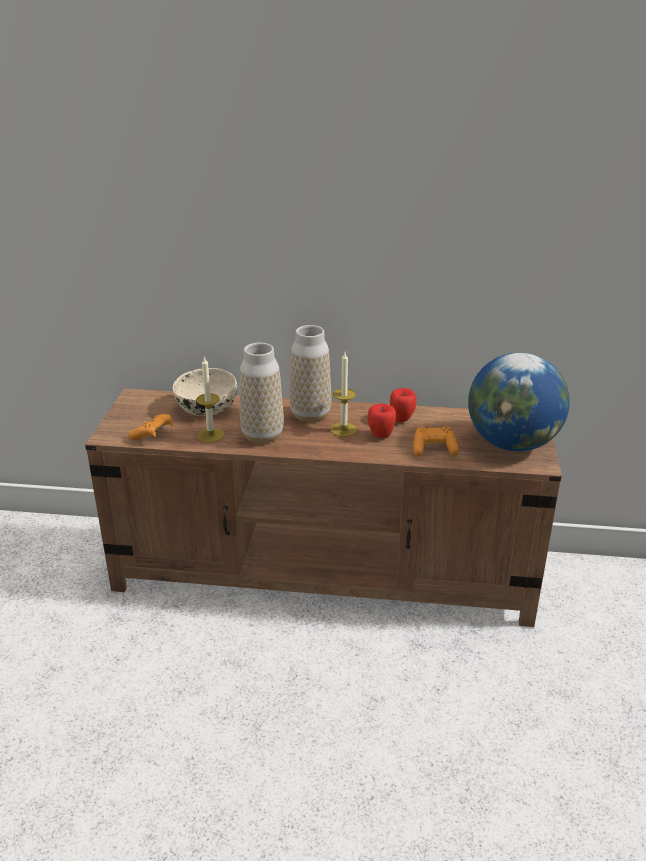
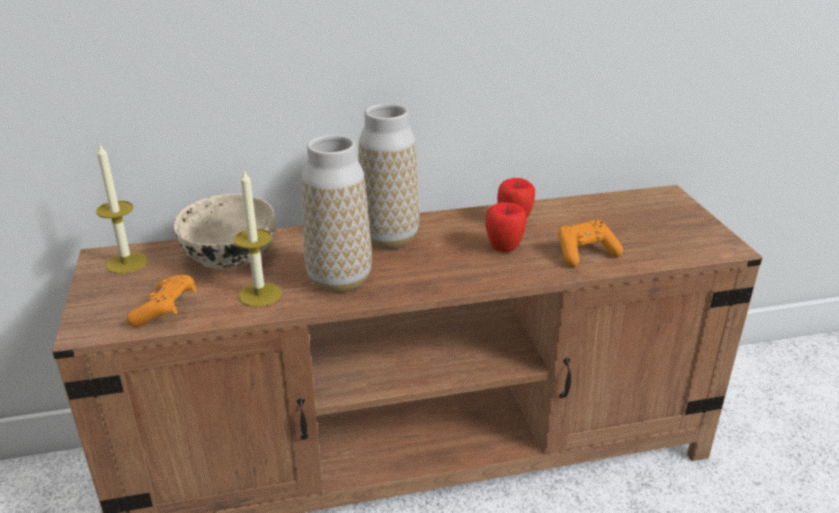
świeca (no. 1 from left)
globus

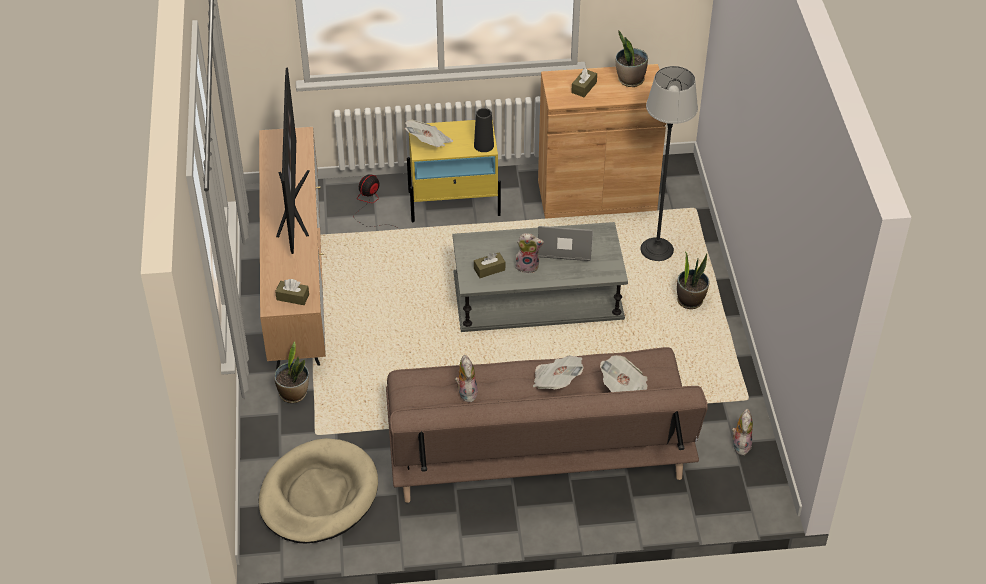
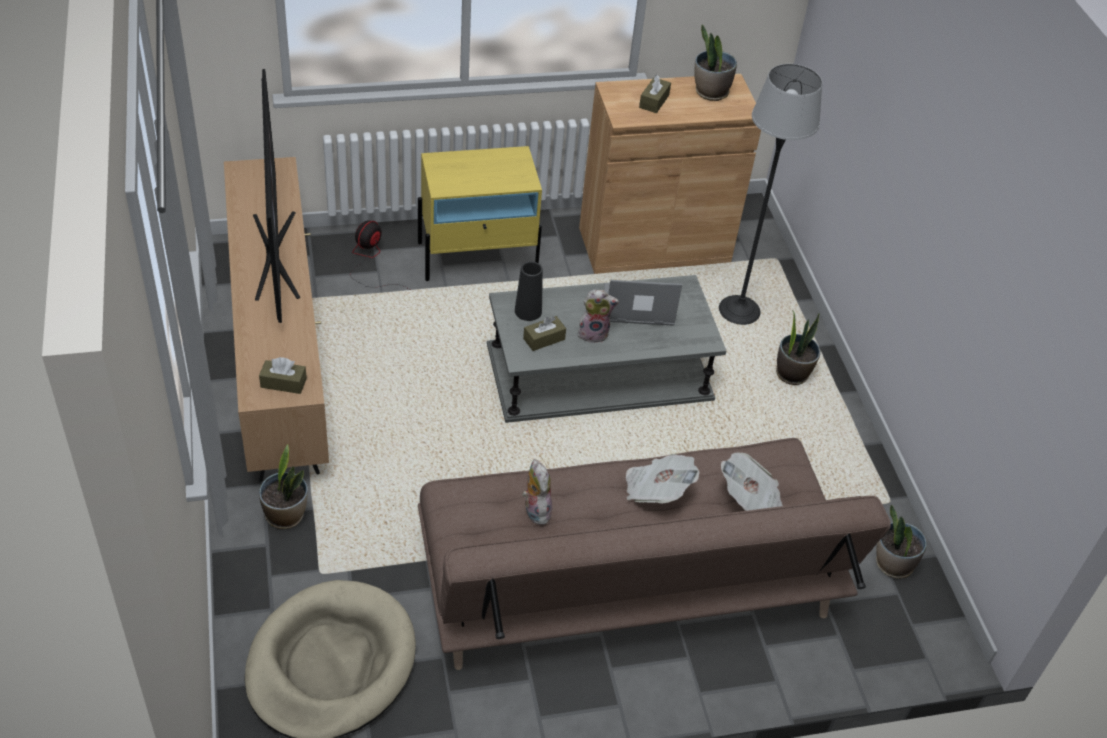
gazeta (no. 1 from left in the first image)
wazon [czarny]
roślina doniczkowa (no. 4 from left)

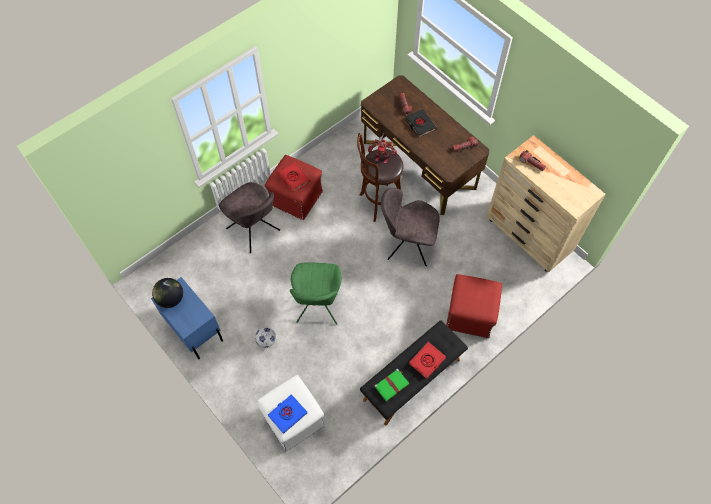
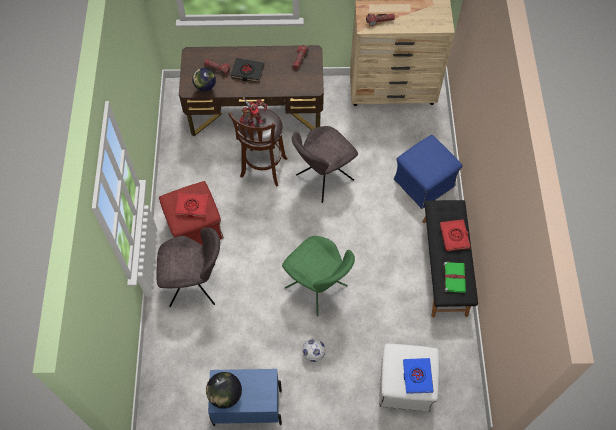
pufa [niebieski]
globus (no. 1 from left)

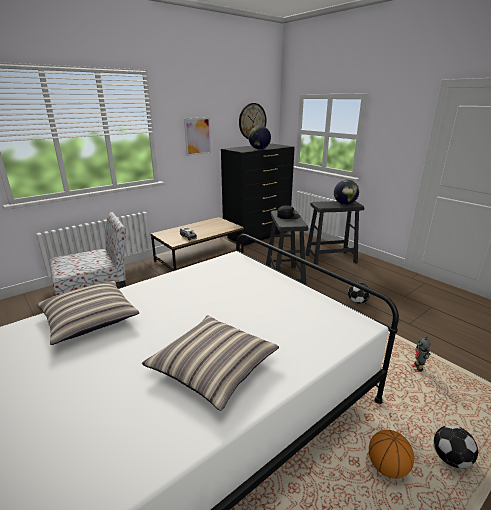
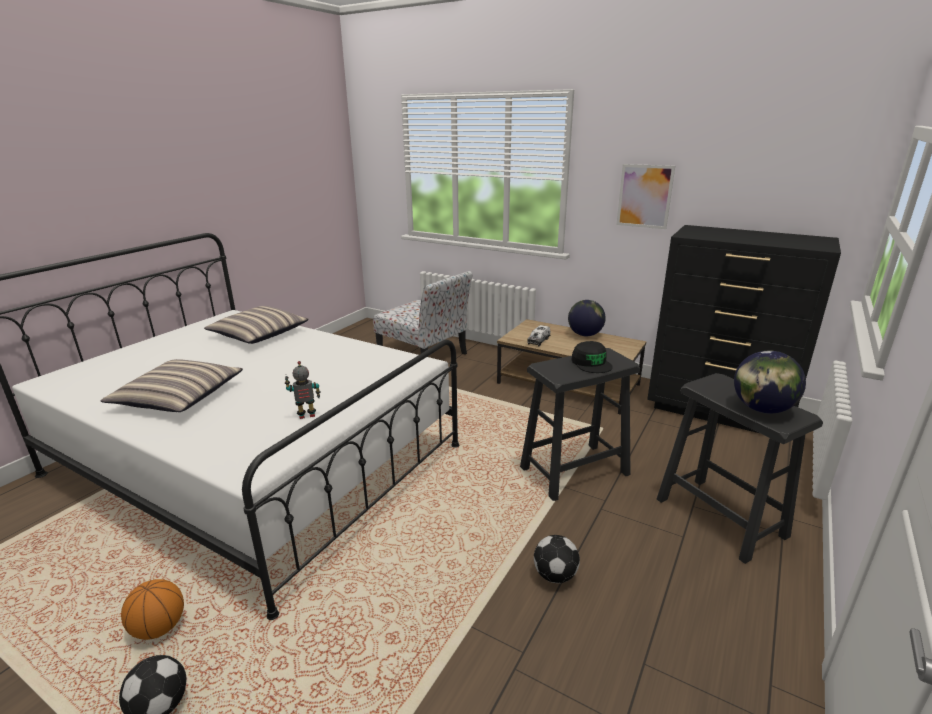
zegar ścienny
globus (no. 1 from left)
robot zabawkowy

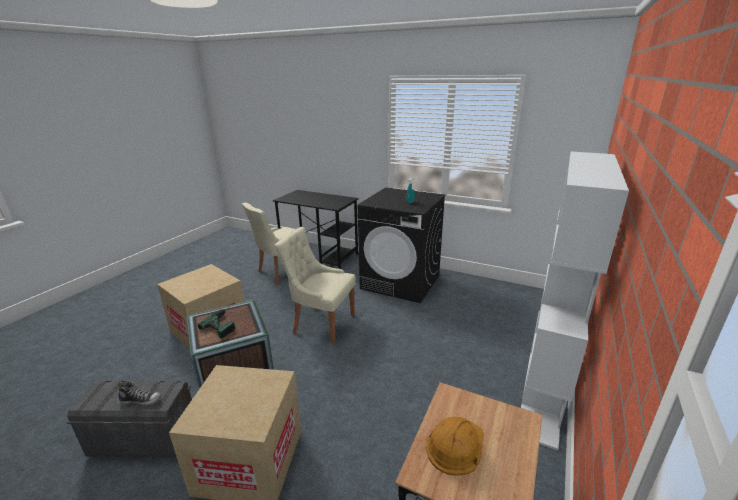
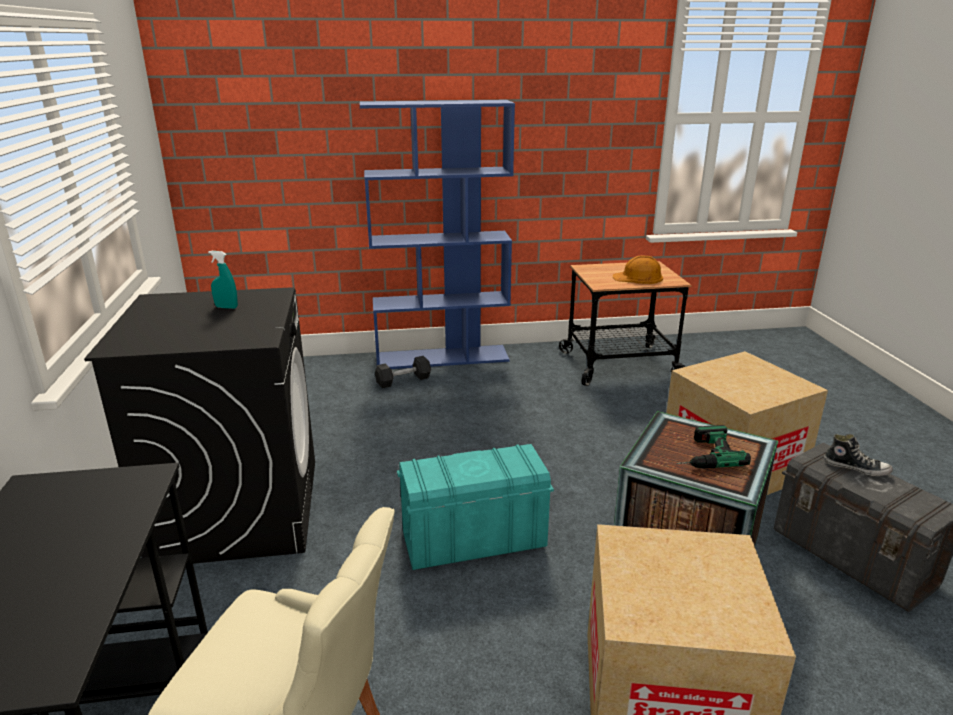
but
pojemnik do przechowywania [turkusowy]
regał [niebieski]
hantel [szary]

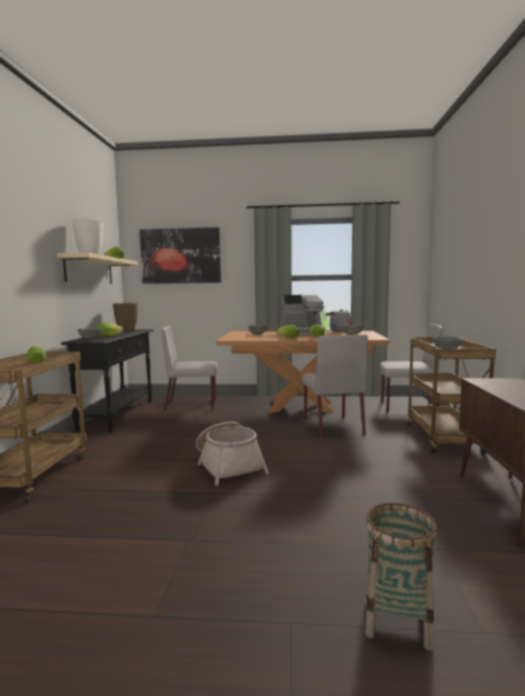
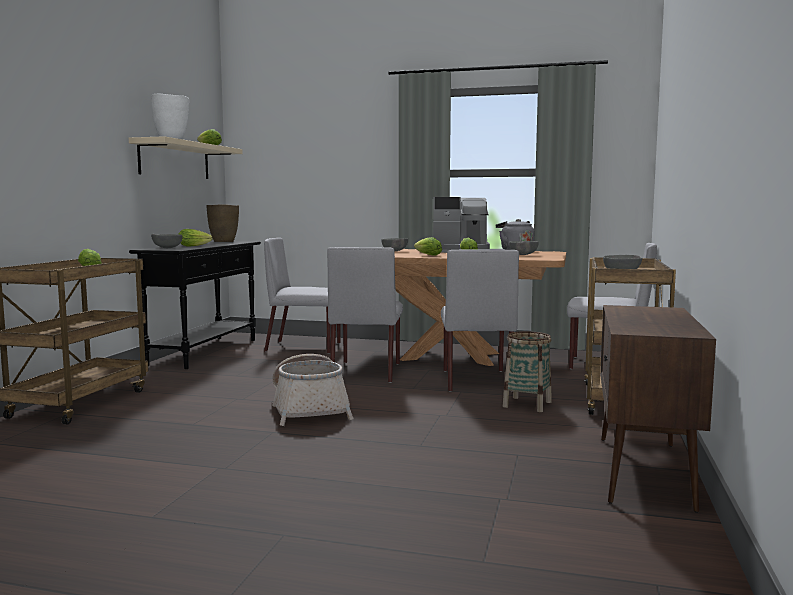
obraz
koszyk (no. 2 from left)
krzesło [szary] (no. 2 from left)

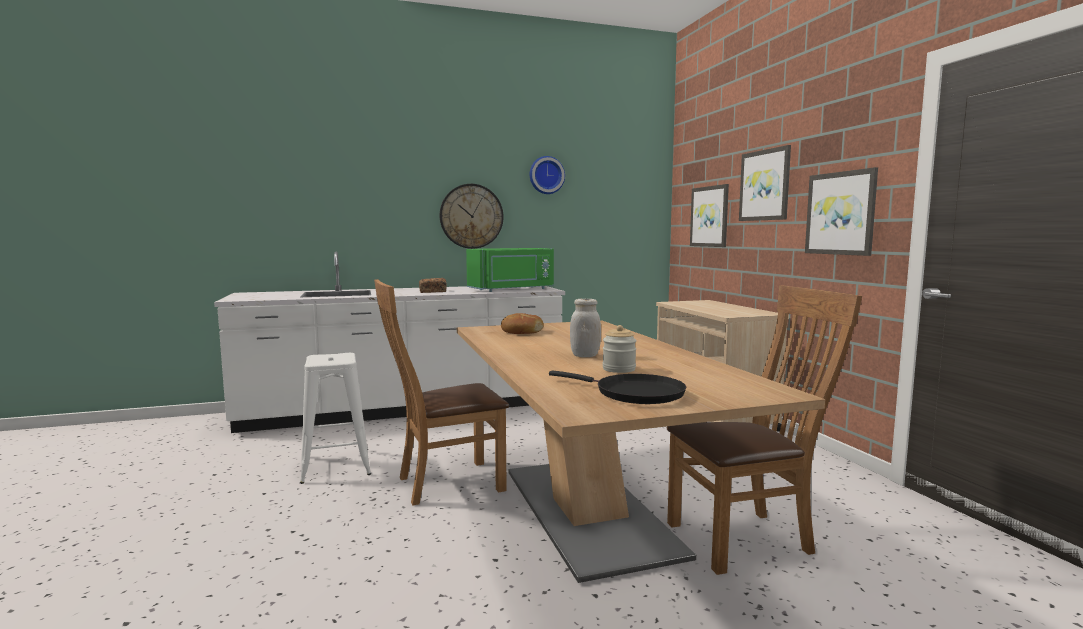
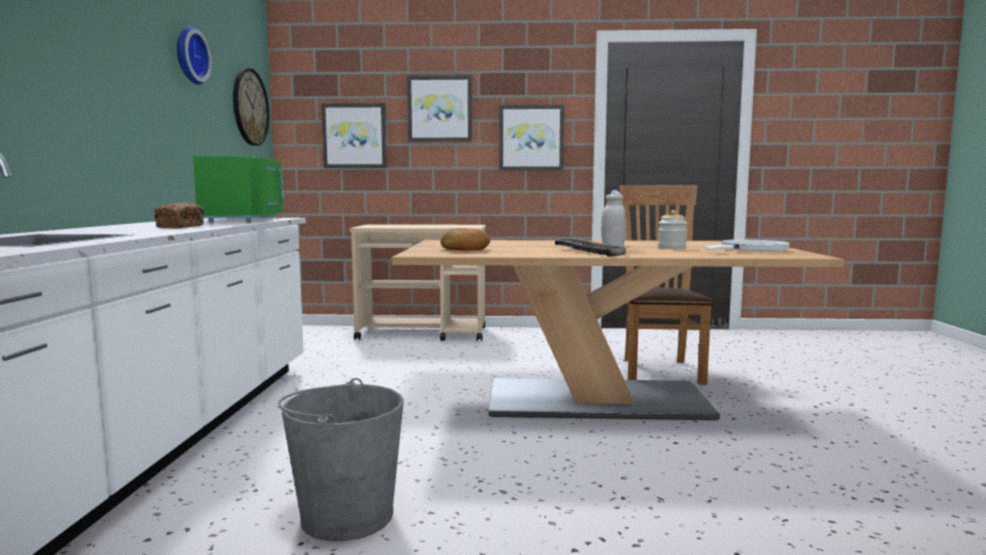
wiadro [szary]
krzesło [brązowy] (no. 1 from left in the first image)
zegar ścienny (no. 2 from left)
patelnia [biały]
taca

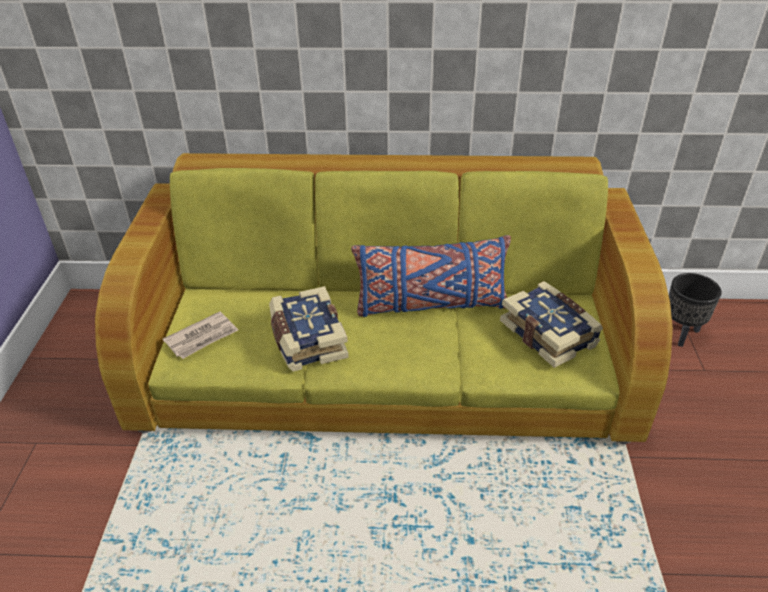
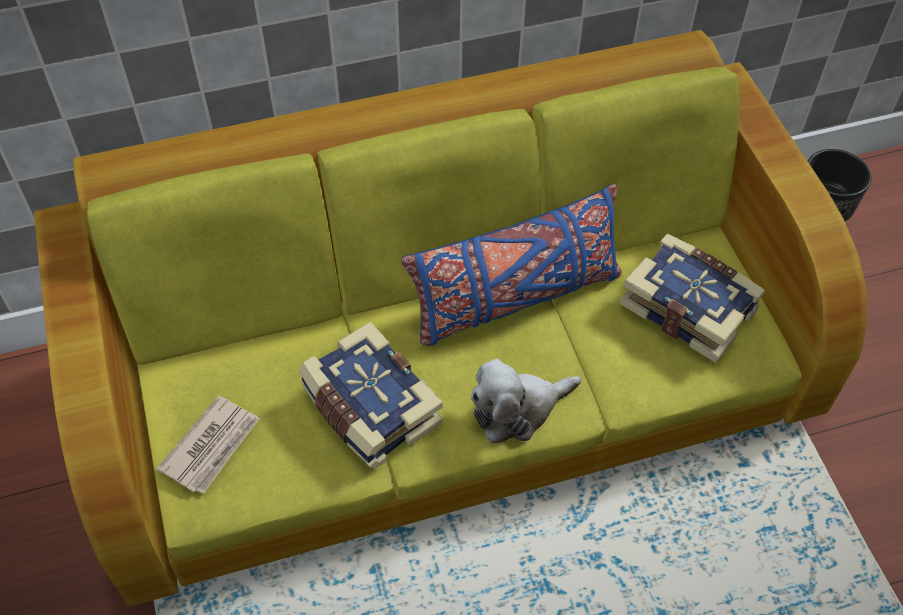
pluszak

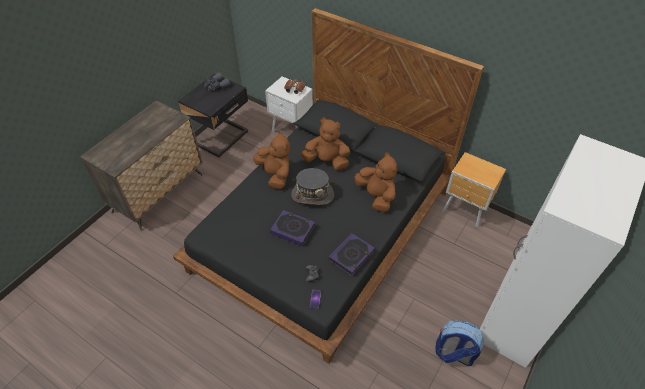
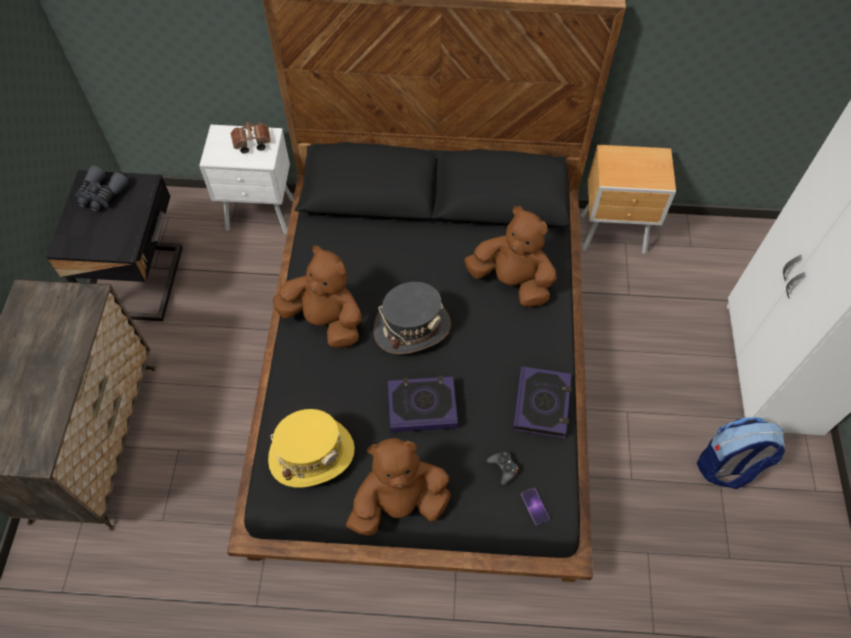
pluszak [brązowy] (no. 2 from left)
kapelusz [żółty]

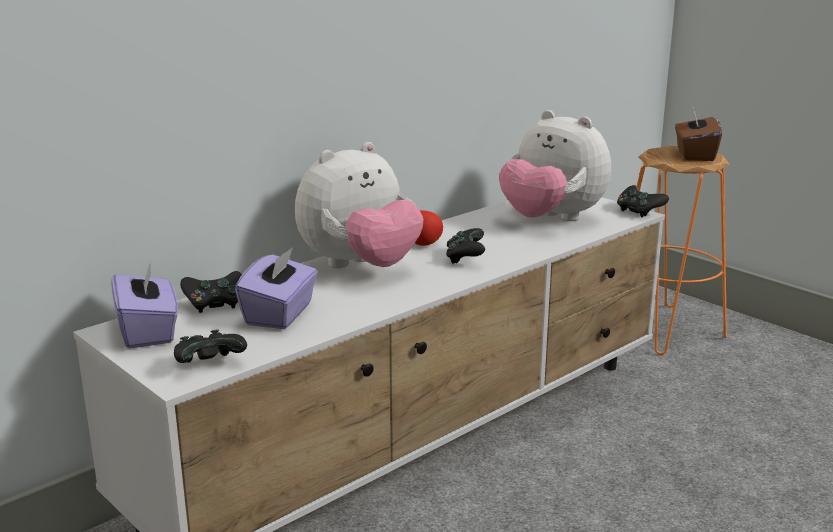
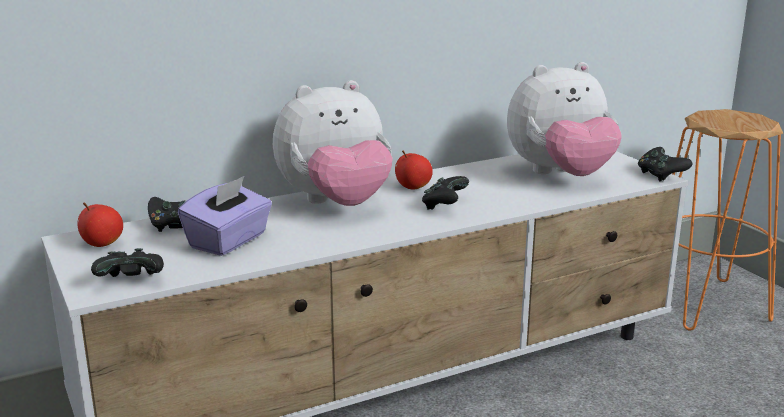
jabłko (no. 1 from left)
pluszak (no. 2 from left)
pudełko chusteczek [brązowy]

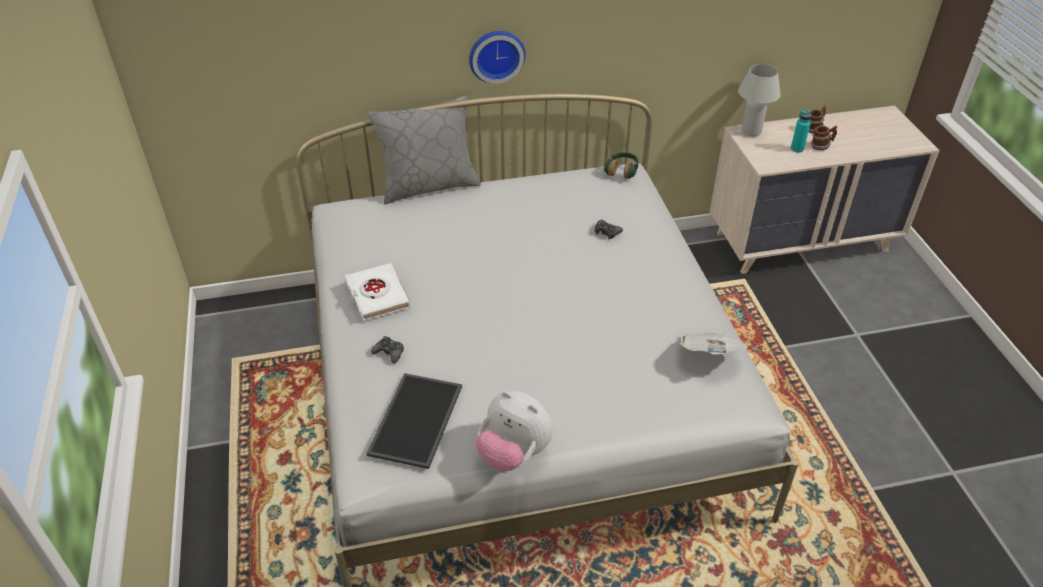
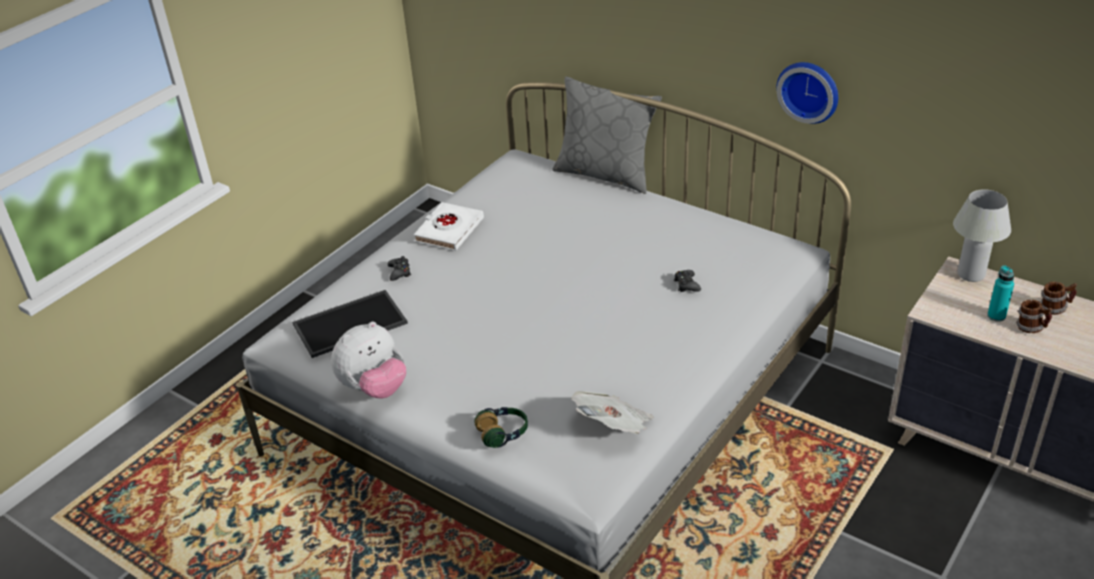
zegar ścienny
pluszak
słuchawki

